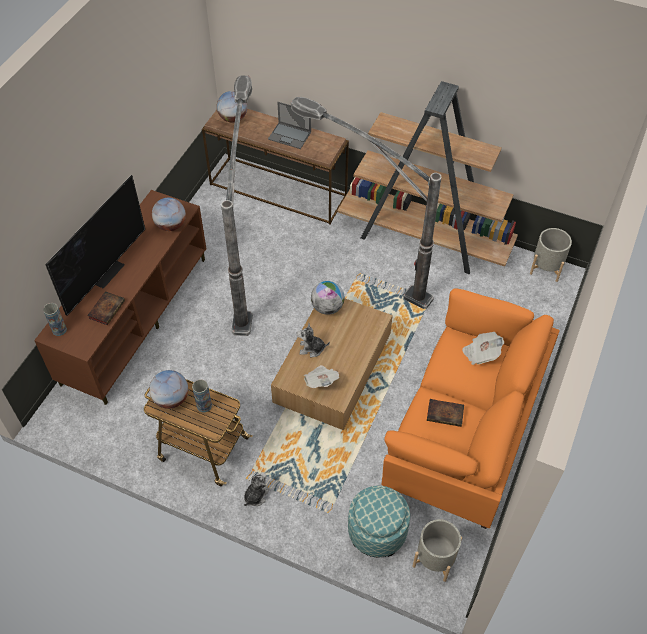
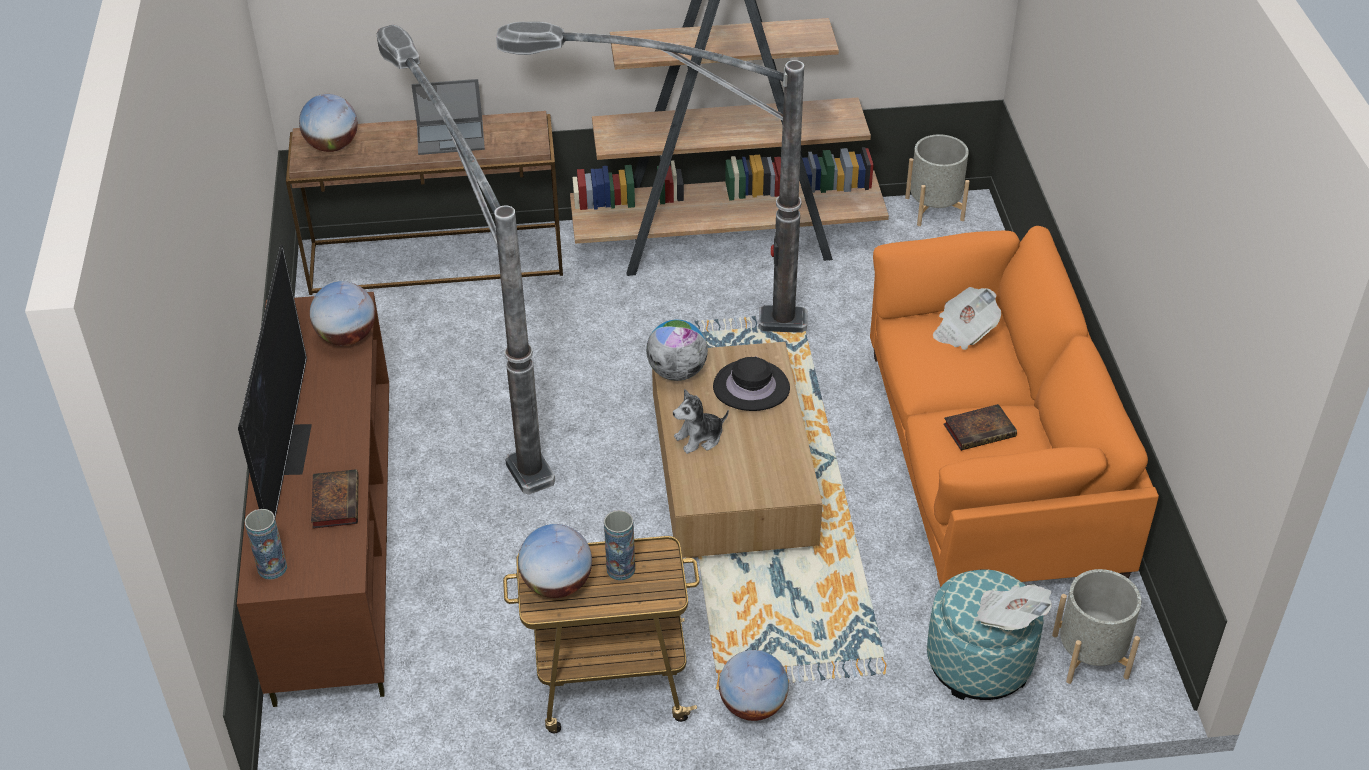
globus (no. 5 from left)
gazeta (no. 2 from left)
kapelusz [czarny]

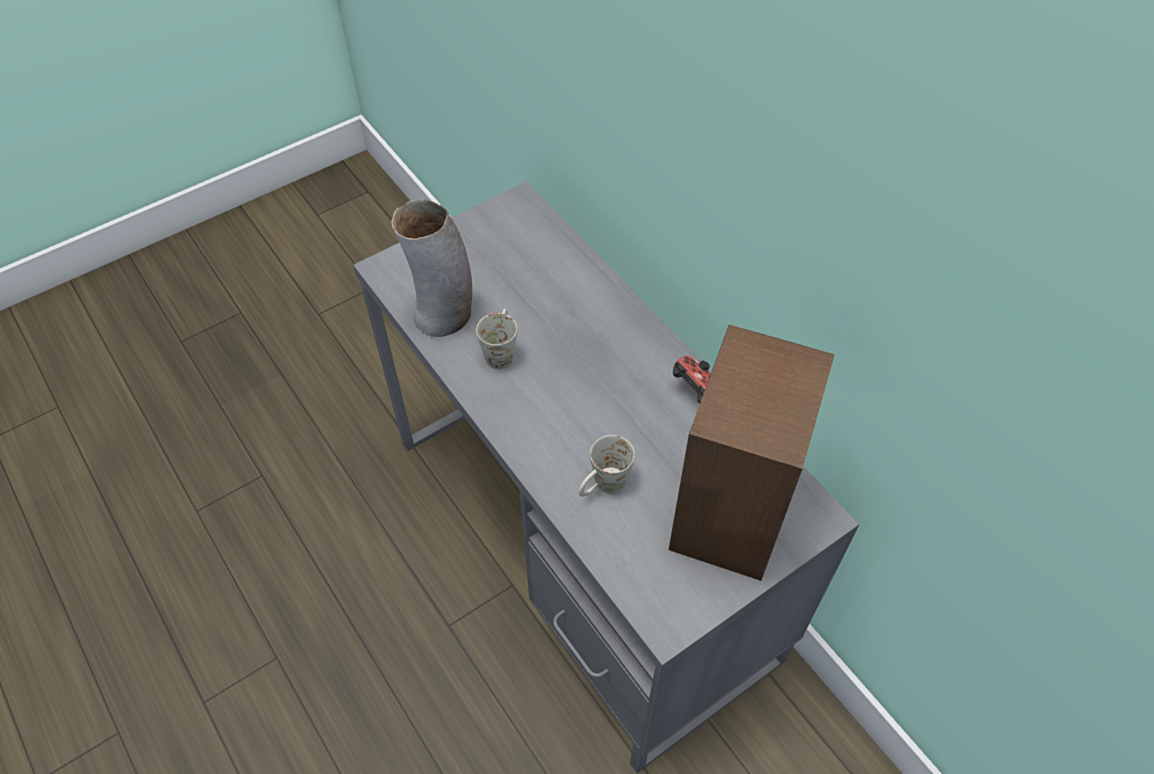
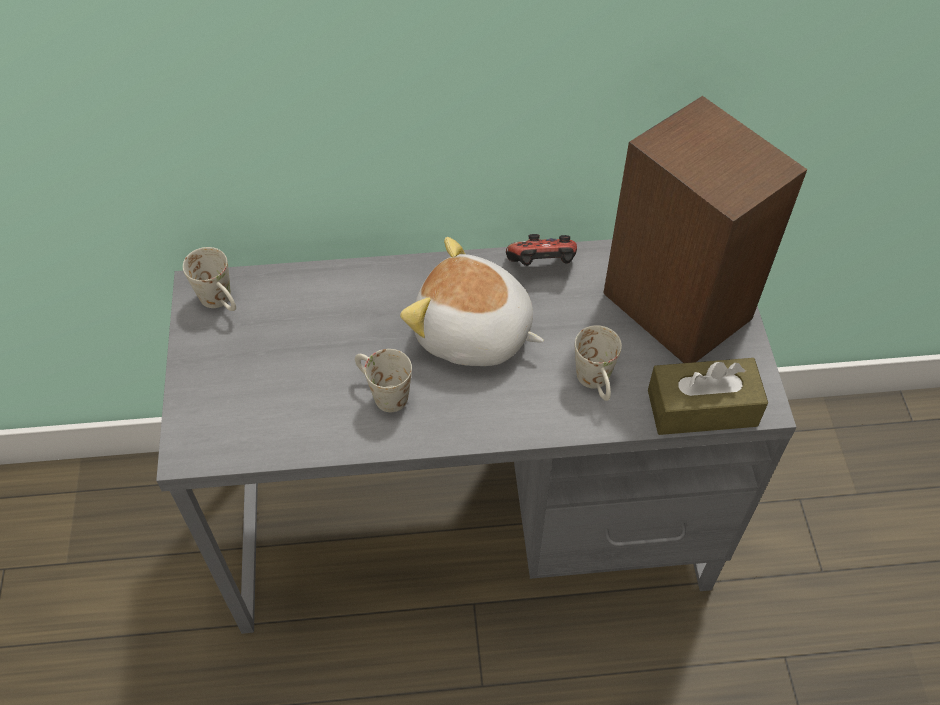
wazon
kubek [biały] (no. 1 from left)
pluszak
pudełko chusteczek [brązowy]

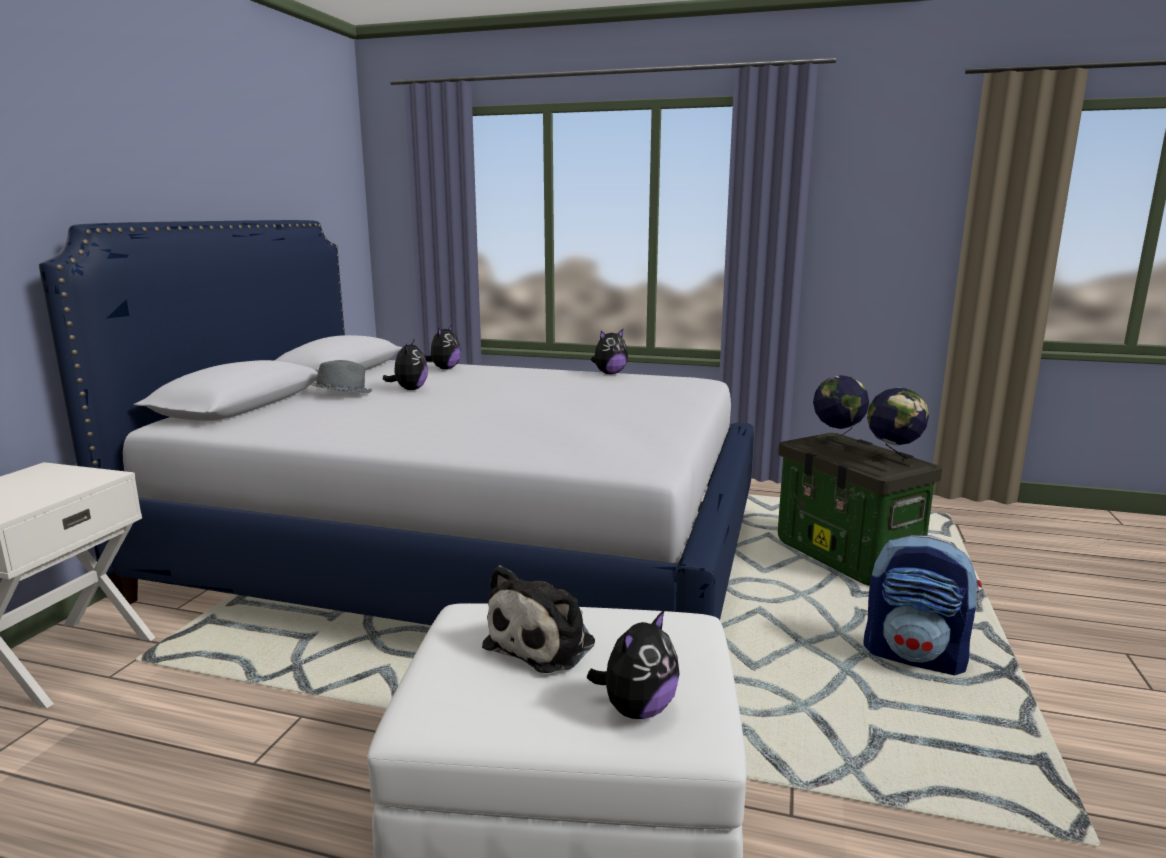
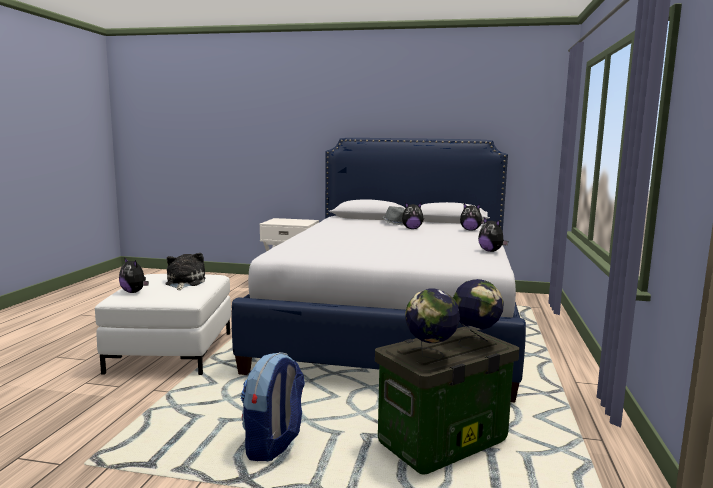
pluszak (no. 2 from left)

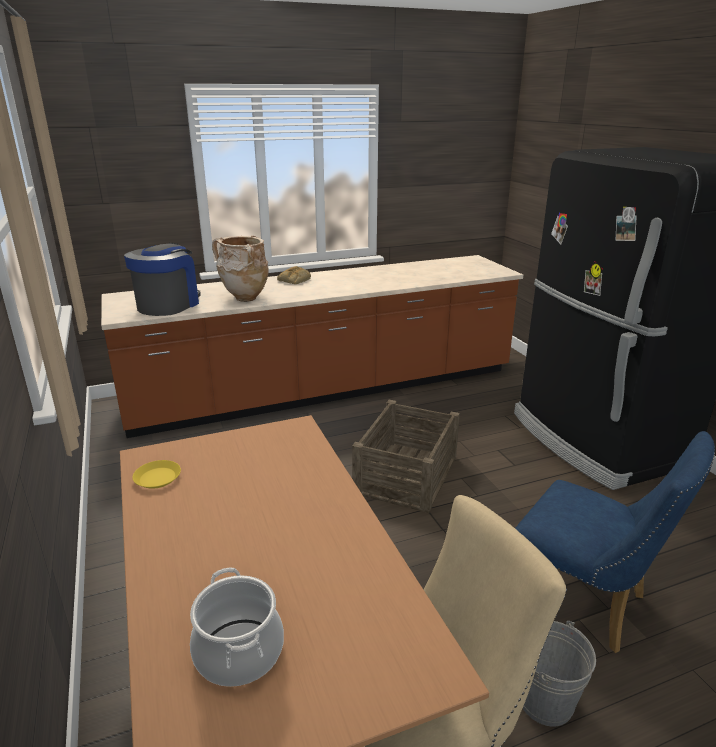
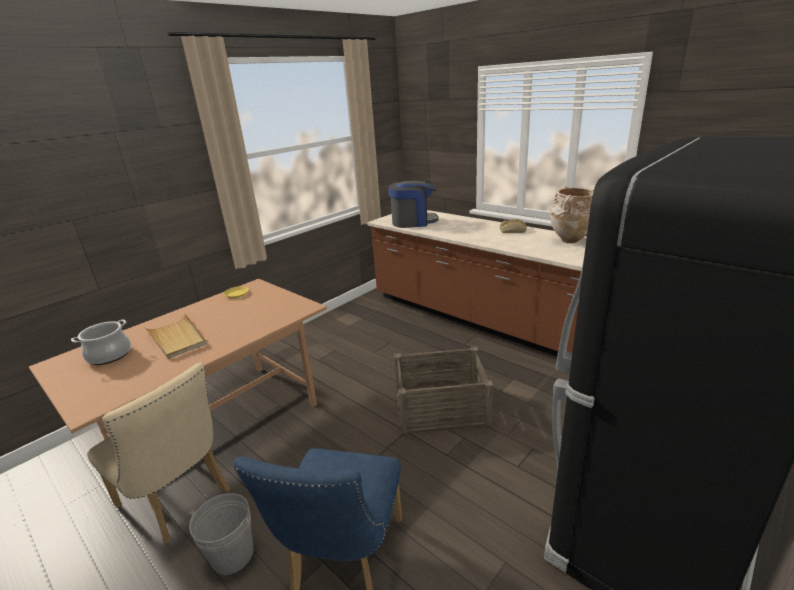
wazon [beżowy]
taca [beżowy]

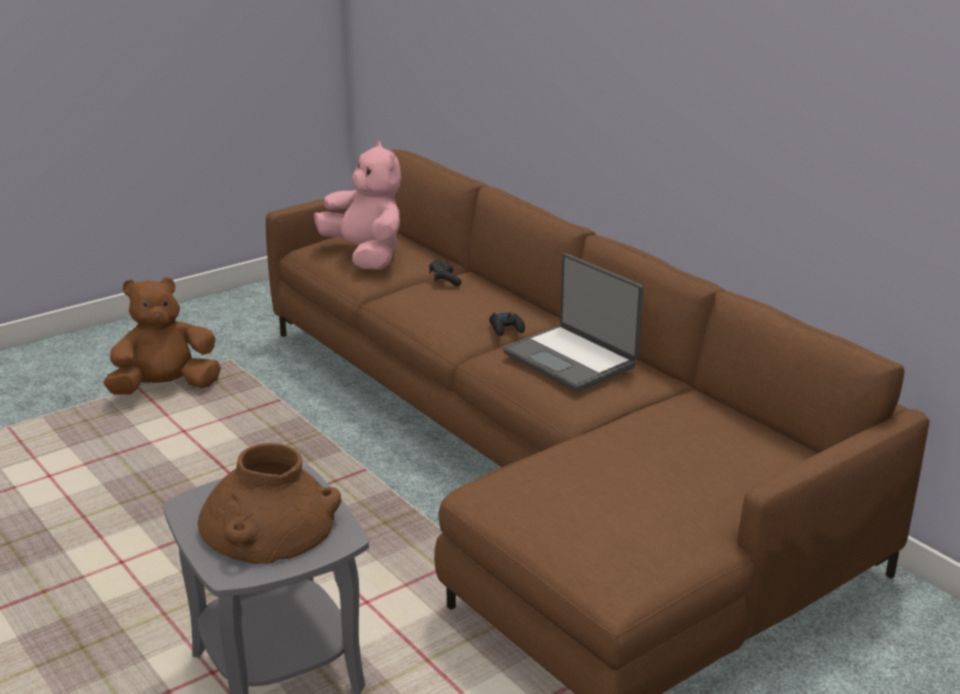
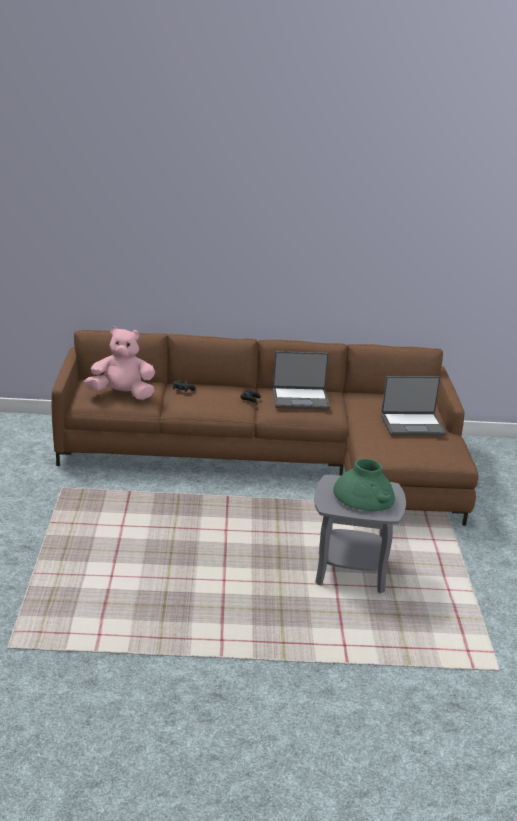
pluszak [brązowy]
wazon [zielony]
laptop (no. 2 from left)

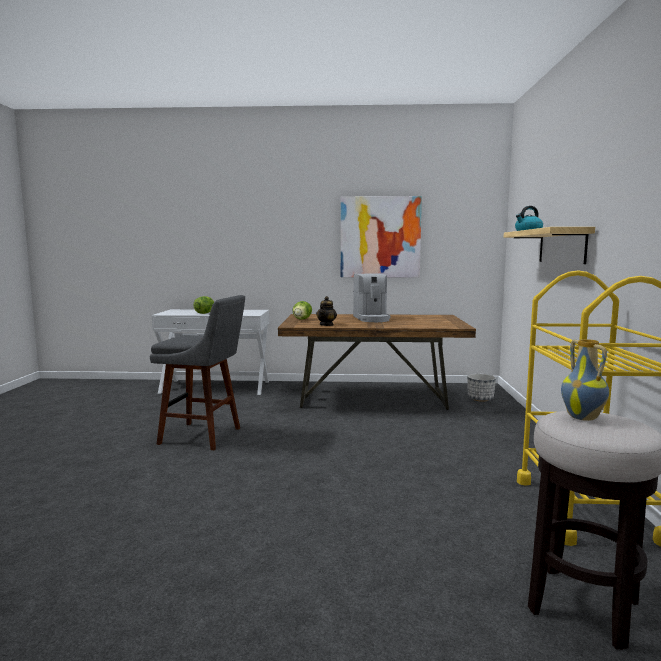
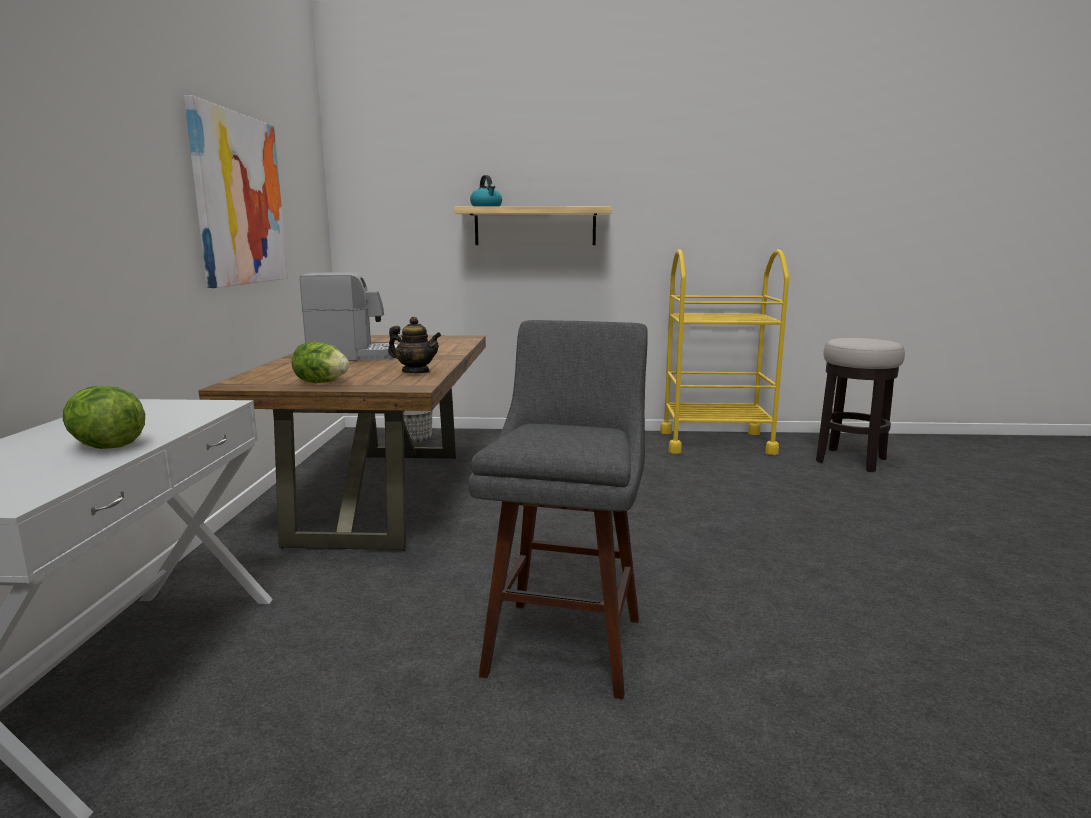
wazon

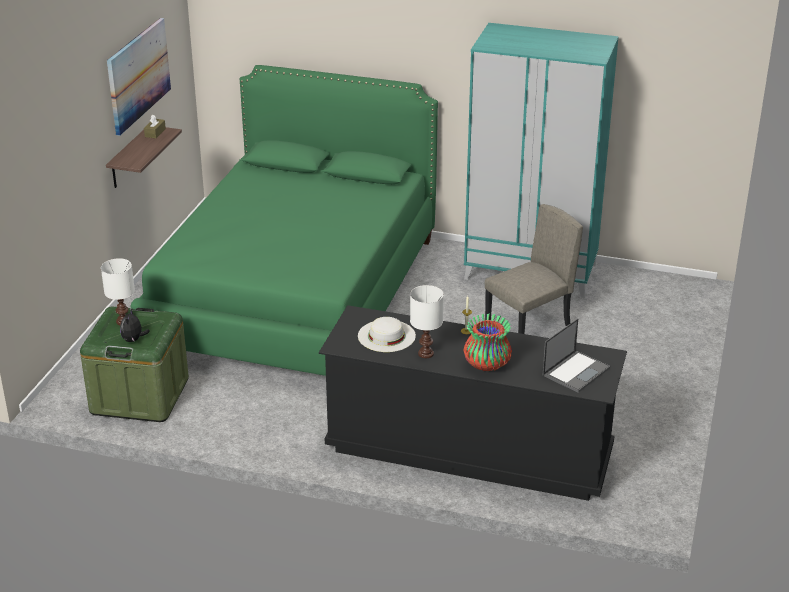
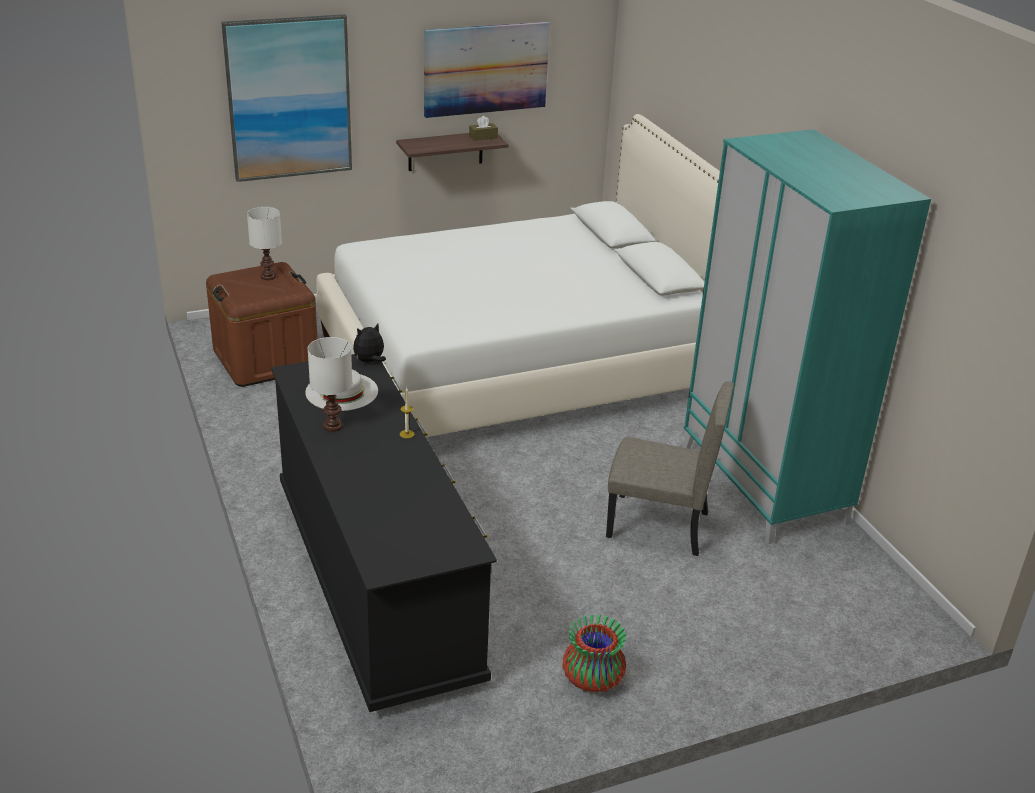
pojemnik do przechowywania [brązowy]
pluszak
łóżko [biały]
wazon
laptop
obraz (no. 1 from left)

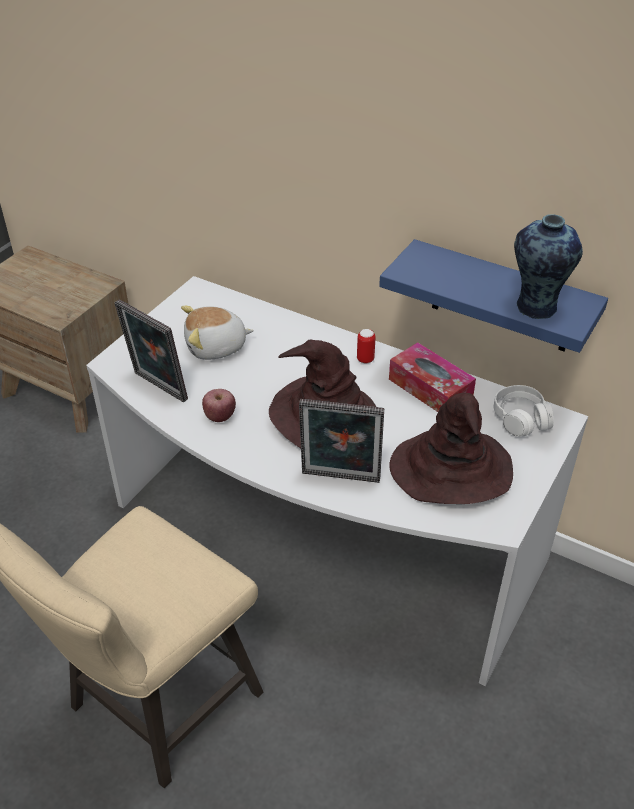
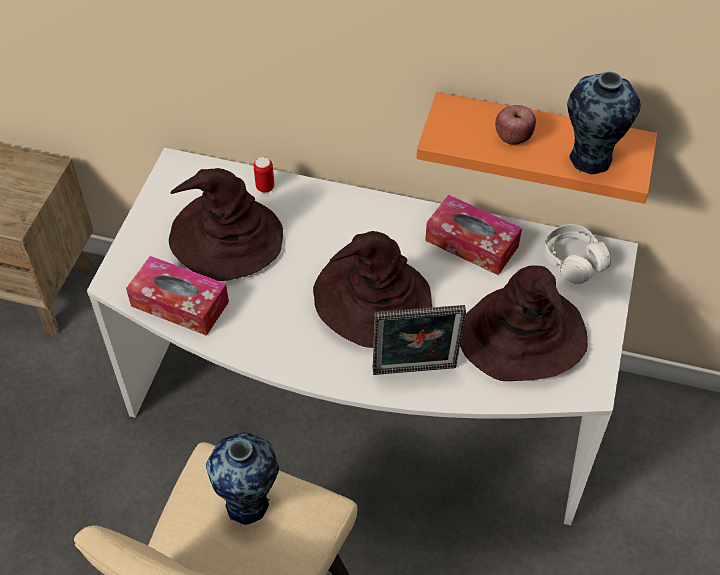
pudełko chusteczek (no. 1 from left)
kapelusz [brązowy] (no. 1 from left)
jabłko
puszka
półka [pomarańczowy]
wazon (no. 1 from left)

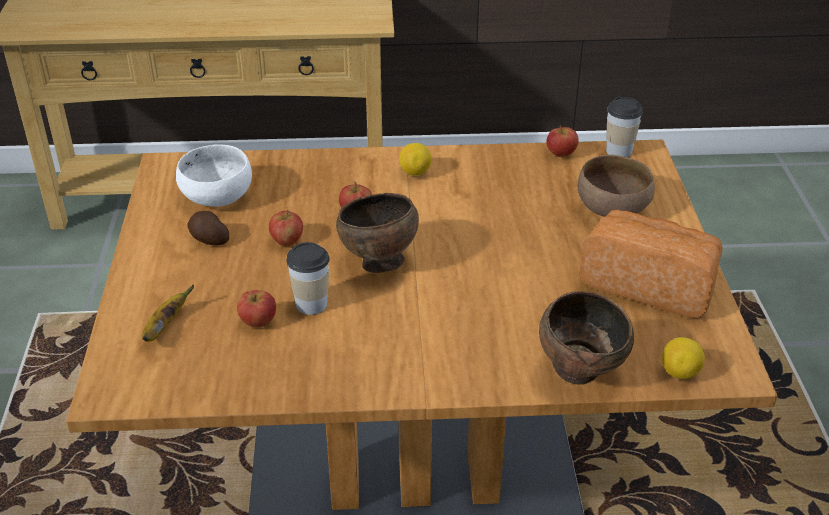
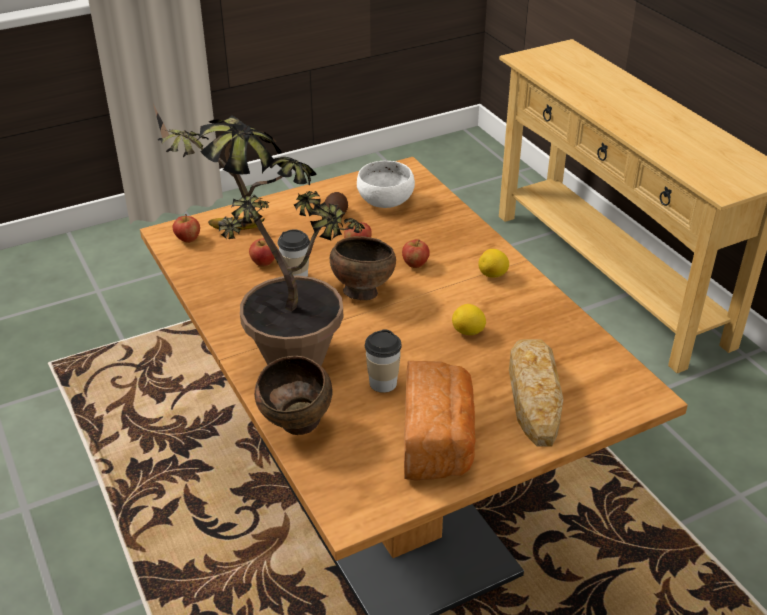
jabłko (no. 1 from left)
chleb (no. 2 from left)
filiżanka (no. 2 from left)
cytryna (no. 1 from left)
roślina doniczkowa

